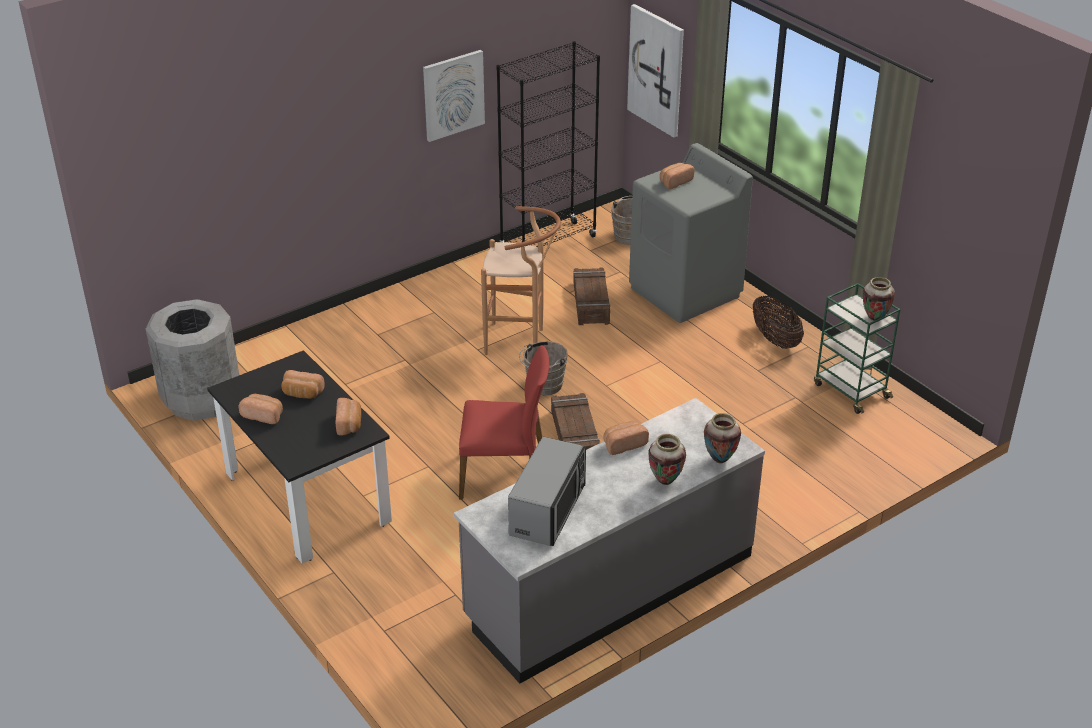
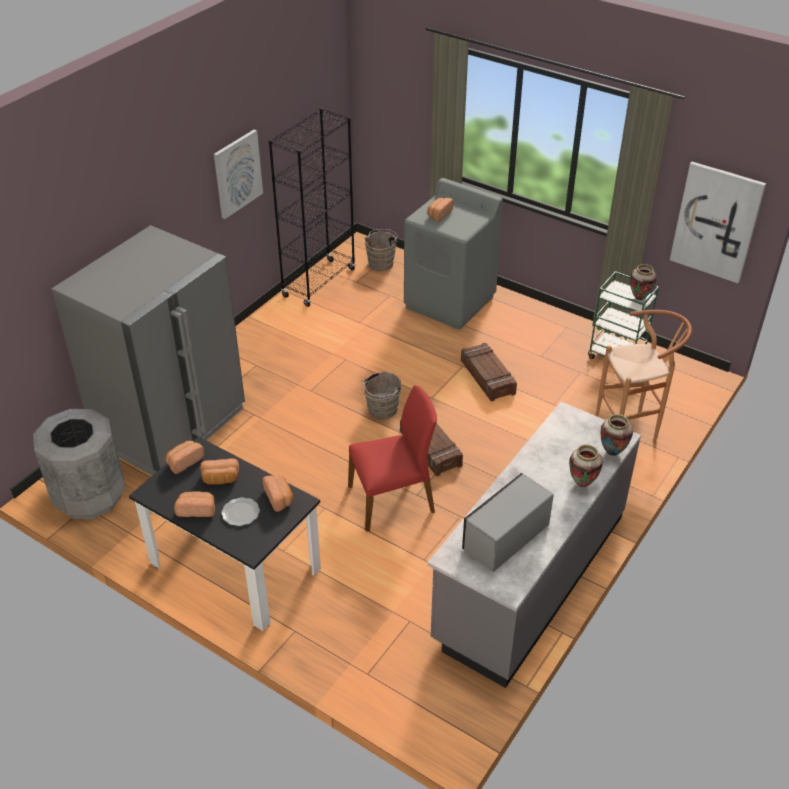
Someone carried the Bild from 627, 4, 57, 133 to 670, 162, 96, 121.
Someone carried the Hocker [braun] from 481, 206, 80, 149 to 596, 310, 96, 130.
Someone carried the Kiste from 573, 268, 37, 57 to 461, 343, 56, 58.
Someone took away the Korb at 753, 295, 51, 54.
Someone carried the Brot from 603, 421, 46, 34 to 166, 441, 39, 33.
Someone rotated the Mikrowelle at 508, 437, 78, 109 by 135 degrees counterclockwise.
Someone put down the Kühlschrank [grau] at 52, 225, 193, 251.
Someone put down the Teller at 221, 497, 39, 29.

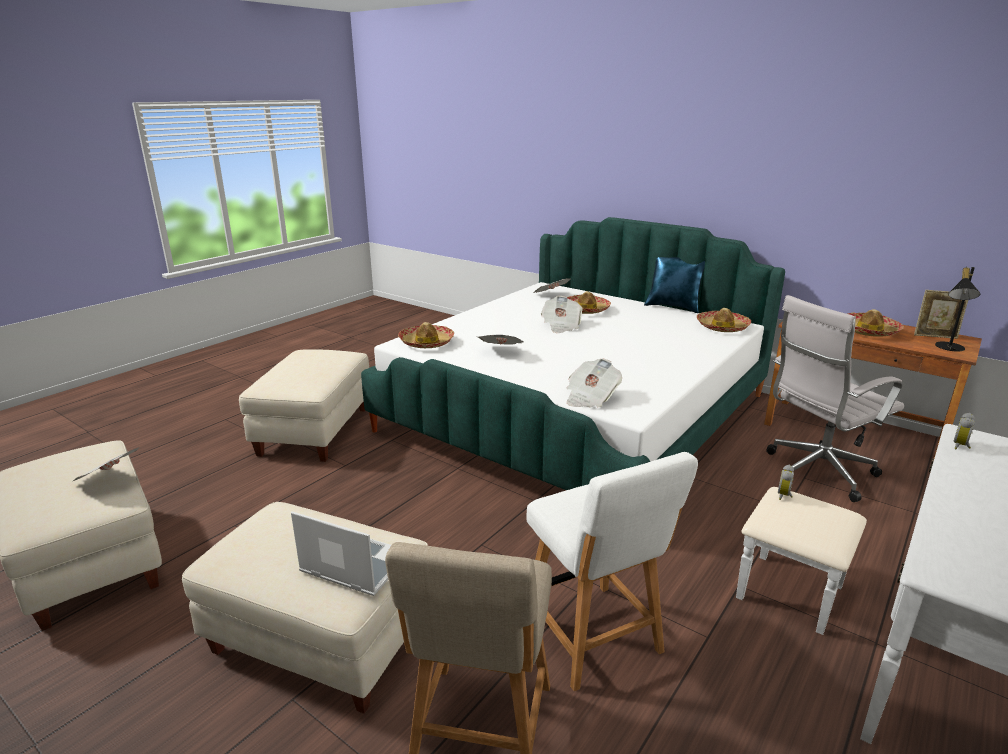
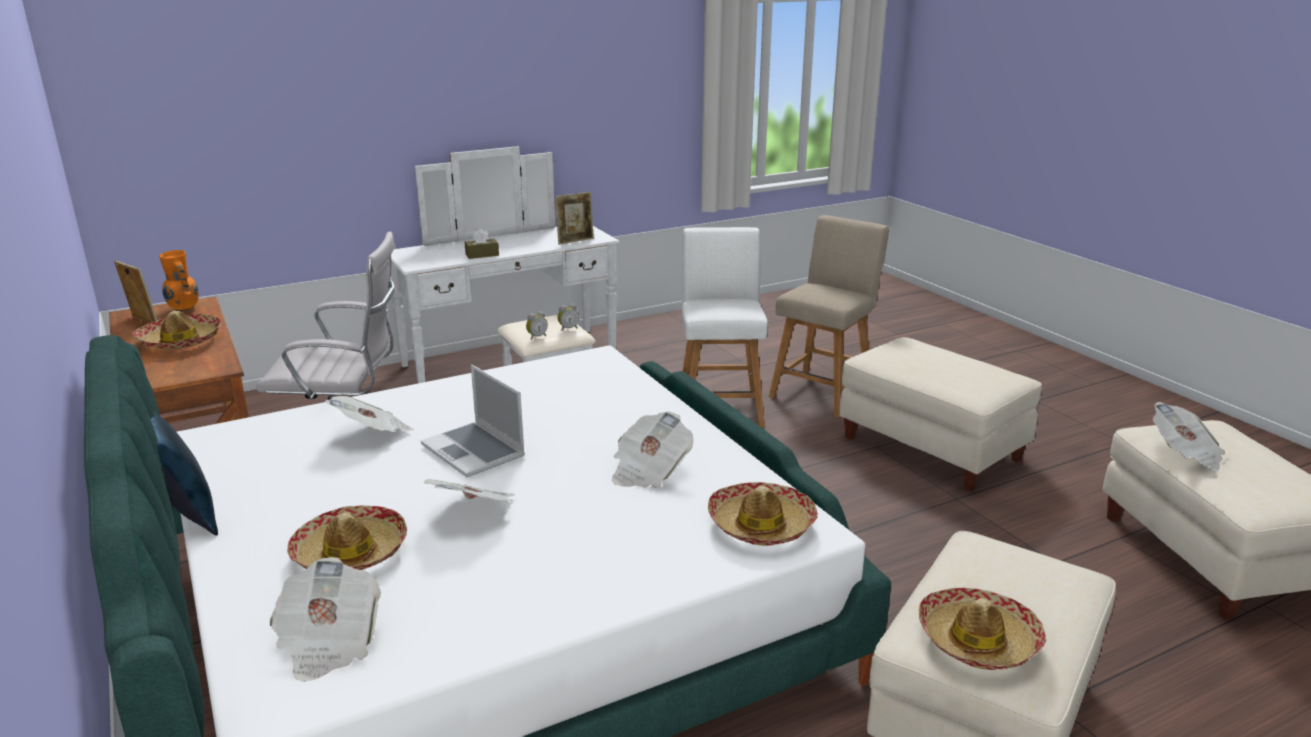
Someone swapped the Tischlampe [schwarz] at 935, 267, 45, 85 for the Vase [orange] at 159, 250, 40, 62.
Someone carried the Hut from 697, 308, 54, 24 to 919, 588, 127, 82.
Someone carried the Zeitung from 567, 359, 55, 48 to 325, 396, 89, 36.
Someone carried the Wecker from 953, 413, 22, 36 to 558, 304, 21, 27.
Someone carried the Laptop from 291, 511, 100, 85 to 421, 365, 104, 112.
Someone put down the Bilderrahmen at 555, 192, 39, 53.
Someone put down the Taschentuchbox [braun] at 465, 229, 34, 30.

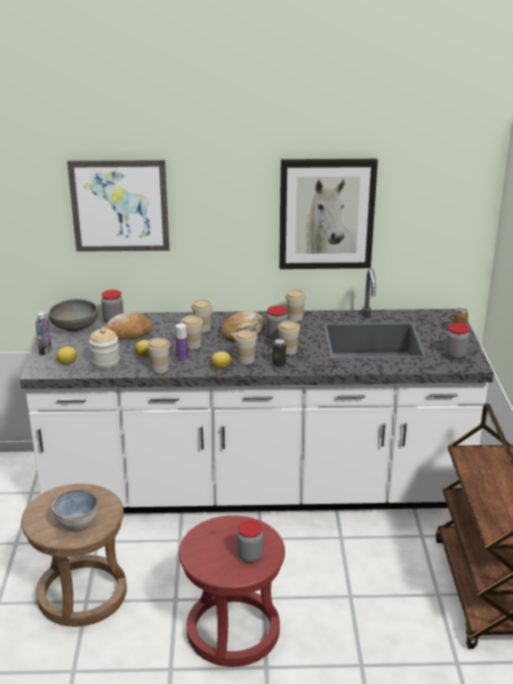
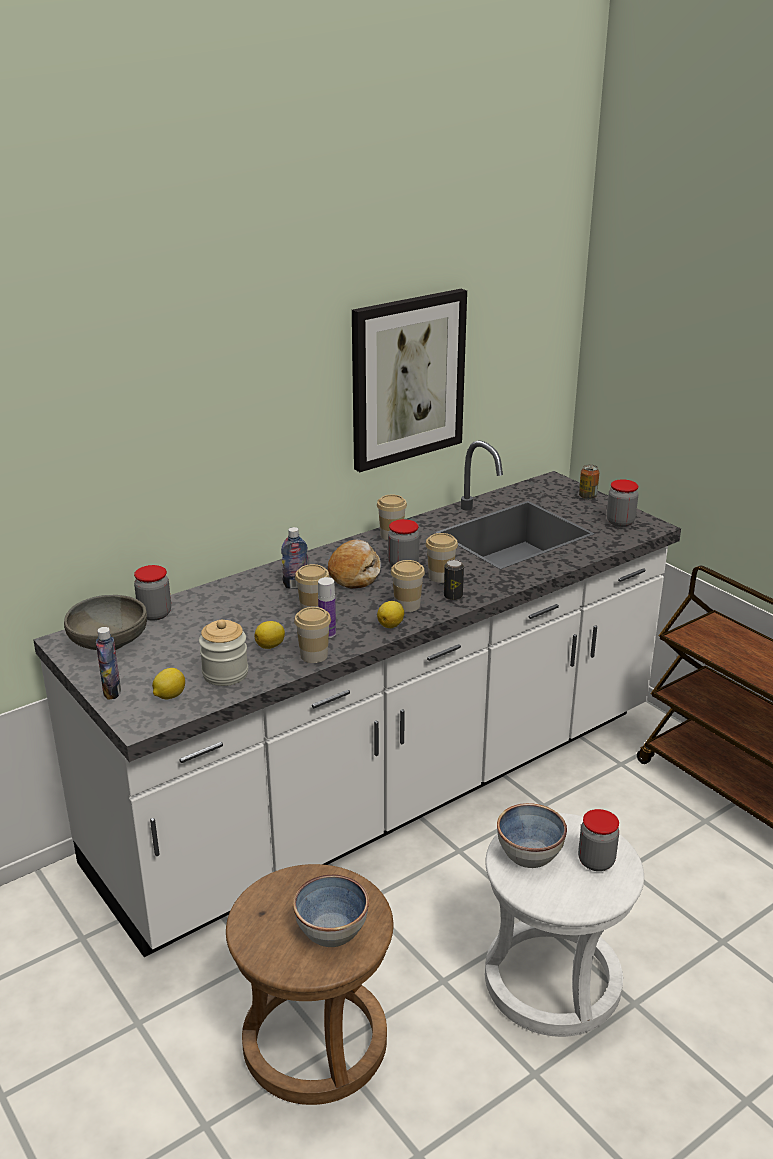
Someone took away the Bild at 67, 160, 102, 92.
Someone swapped the Tasse at 191, 299, 22, 33 for the Flasche at 281, 527, 27, 62.
Someone took away the Brot at 102, 312, 51, 28.
Someone repainted the Hocker [rot] at 179, 515, 106, 152, which became the Hocker [weiß] at 485, 813, 159, 224.
Someone put down the Schüssel at 497, 803, 70, 65.

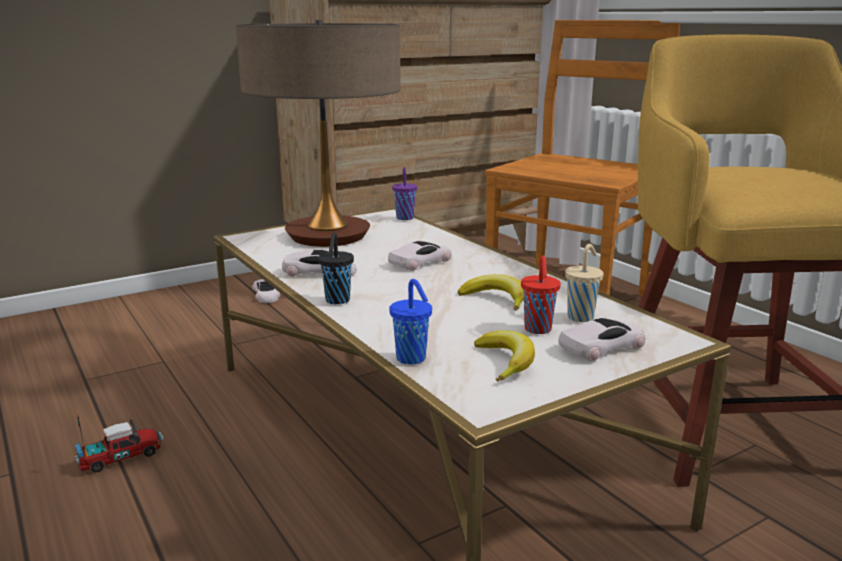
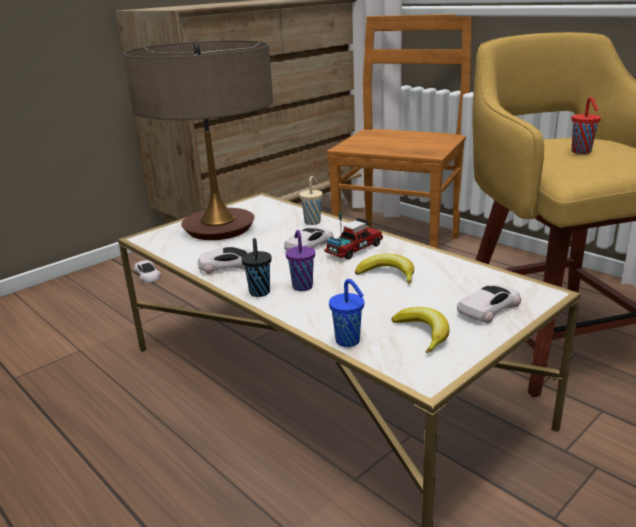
Someone carried the Tasse [lila] from 392, 167, 25, 53 to 286, 230, 29, 61.
Someone carried the Tasse [beige] from 565, 244, 39, 78 to 299, 176, 24, 49.
Someone carried the Tasse [rot] from 521, 256, 40, 78 to 571, 97, 30, 57.
Someone carried the Spielzeuglaster from 74, 414, 90, 59 to 324, 209, 59, 50.

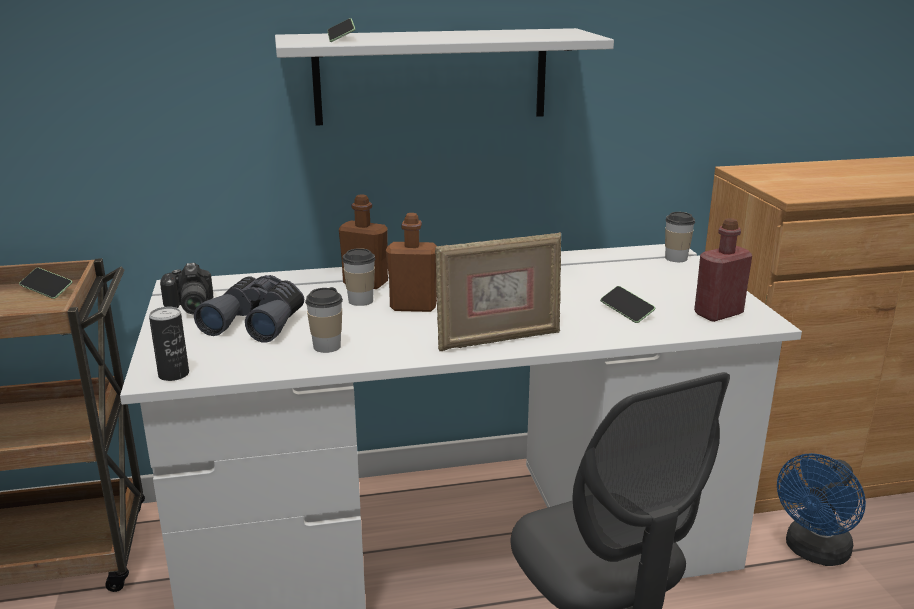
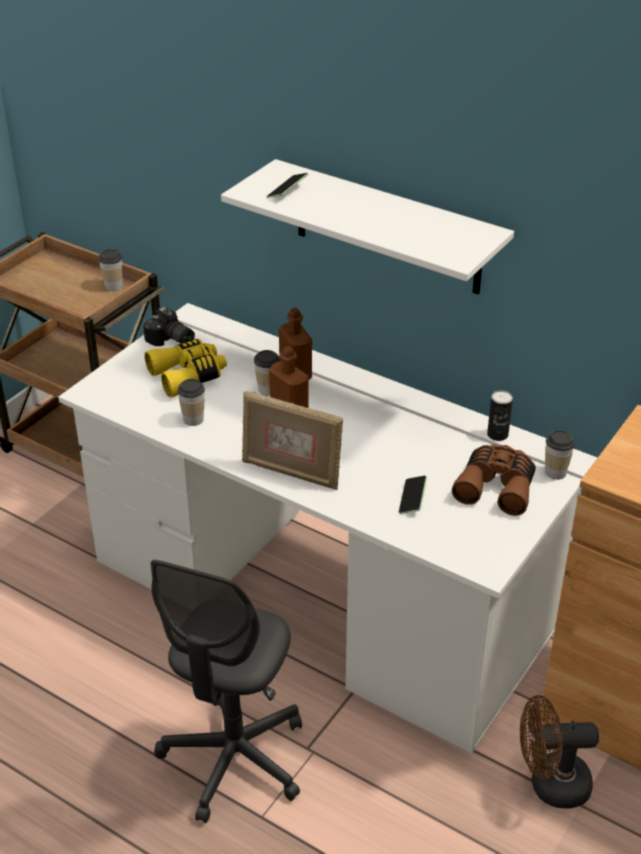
Someone took away the Flasche [rot] at 694, 218, 58, 104.
Someone rotated the Kamera at 160, 263, 53, 51 by 75 degrees counterclockwise.
Someone swapped the Handy at 19, 268, 53, 31 for the Tasse at 98, 249, 25, 42.
Someone repainted the Fernglas [grau] at 194, 275, 110, 68, which became the Fernglas [gelb] at 144, 339, 83, 59.
Someone carried the Dose from 149, 307, 40, 74 to 487, 390, 26, 51.
Someone repainted the Ventilator [blau] at 777, 453, 89, 113, which became the Ventilator [braun] at 520, 695, 79, 114.
Someone put down the Fernglas [braun] at 452, 444, 84, 72.

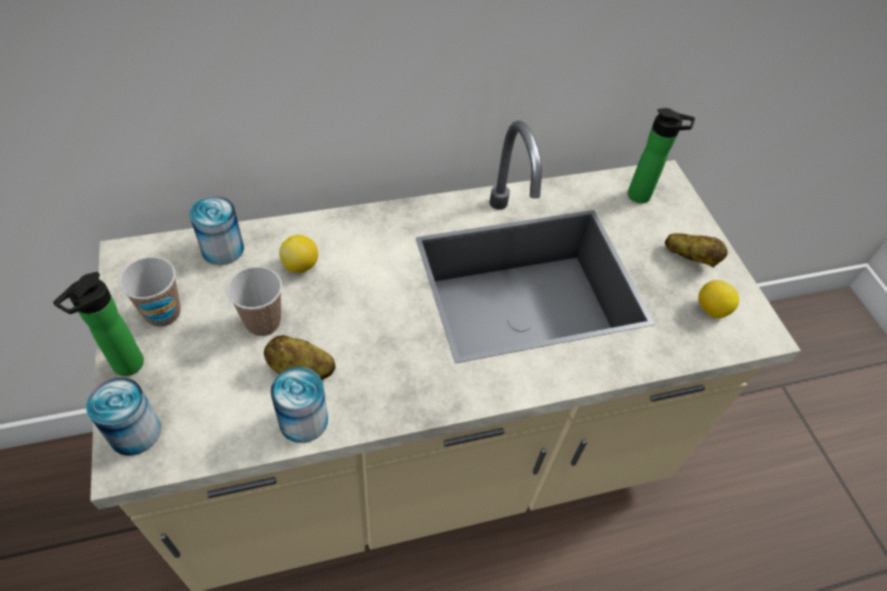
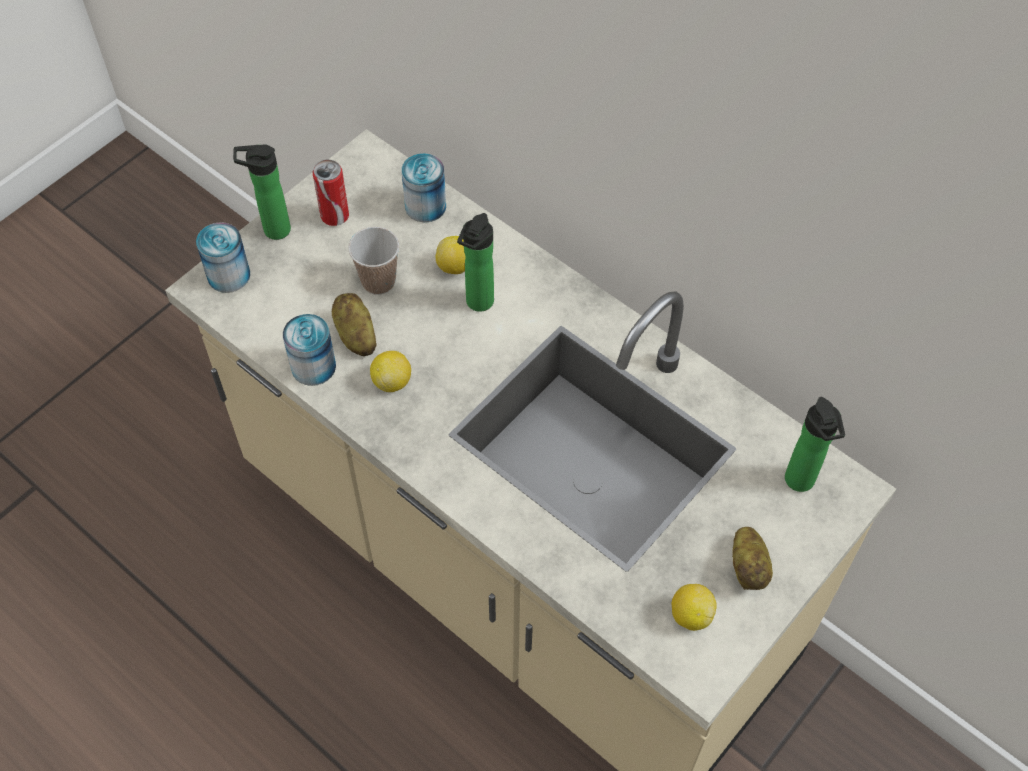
Someone swapped the Tasse at 119, 257, 62, 70 for the Dose at 313, 159, 36, 67.
Someone put down the Flasche at 457, 213, 37, 99.
Someone put down the Zitrone at 370, 351, 41, 41.

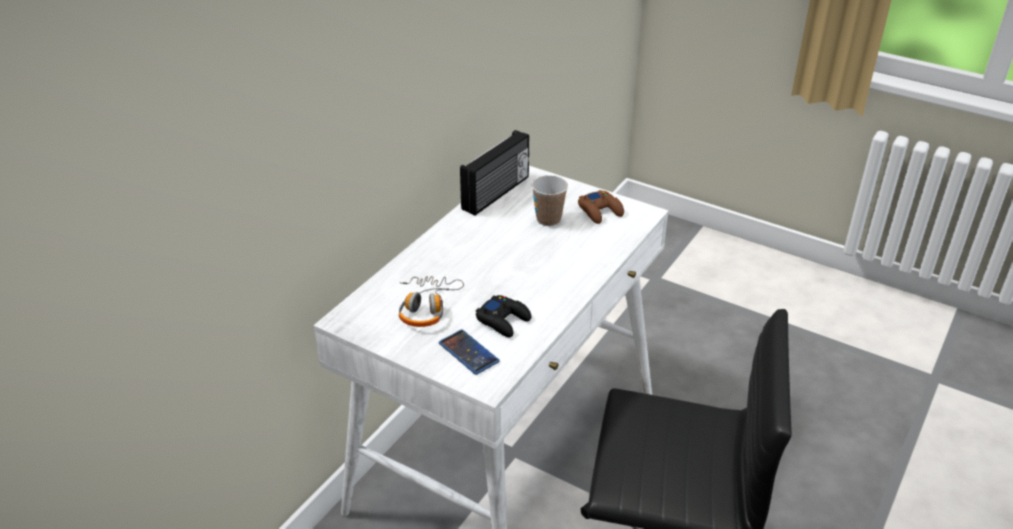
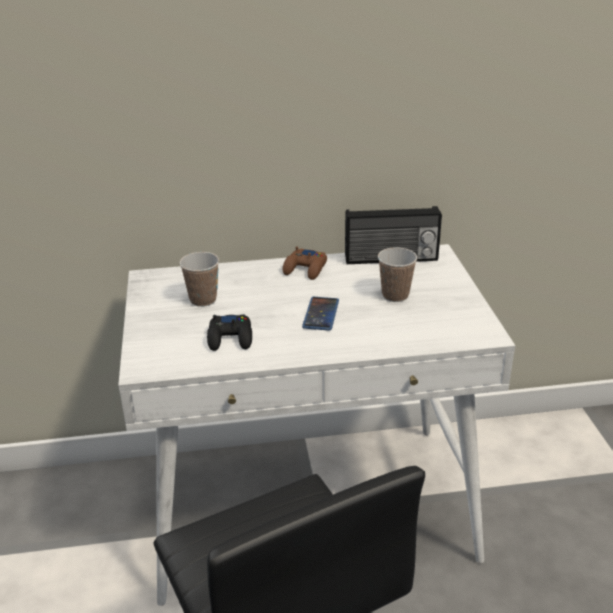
Someone carried the Gamepad [braun] from 578, 190, 46, 34 to 282, 246, 45, 34.
Someone swapped the Kopfhörer at 399, 276, 65, 51 for the Tasse at 180, 252, 39, 55.
Someone carried the Handy from 439, 330, 61, 45 to 302, 297, 37, 34.

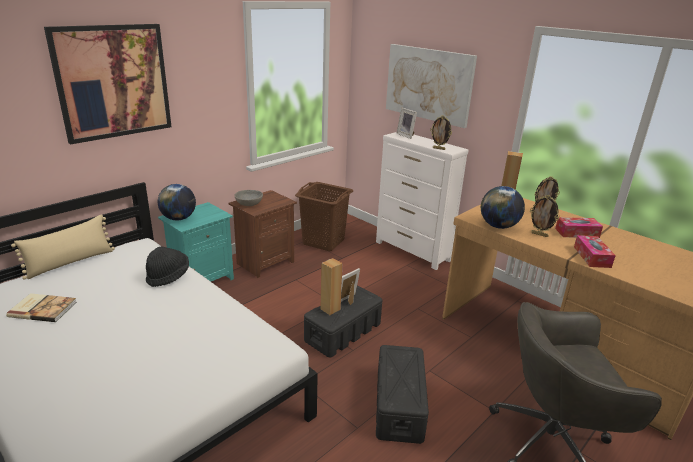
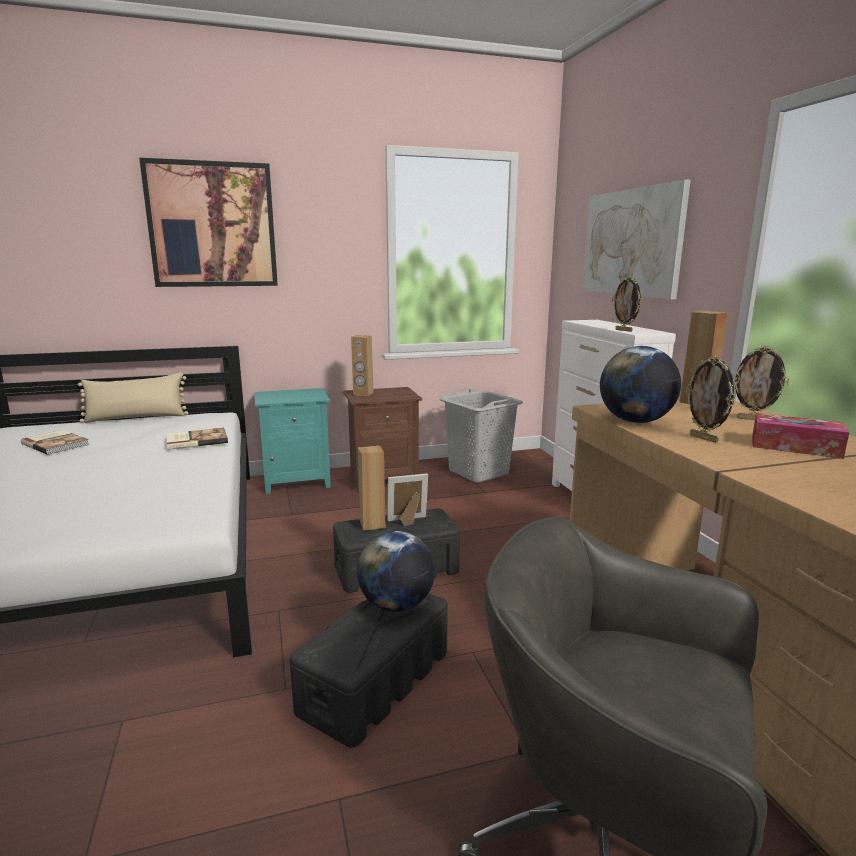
Someone took away the Bilderrahmen at 396, 108, 21, 31.
Someone repainted the Wäschekorb [braun] at 295, 182, 58, 69, which became the Wäschekorb [grau] at 439, 388, 84, 95.
Someone carried the Globus from 158, 184, 38, 36 to 357, 531, 78, 81.
Someone swapped the Schüssel [grau] at 234, 190, 29, 16 for the Lautsprecher [braun] at 351, 335, 22, 61.
Someone took away the Taschentuchbox at 574, 235, 42, 33.
Someone swapped the Hut [schwarz] at 146, 246, 43, 41 for the Buch at 167, 428, 61, 22.

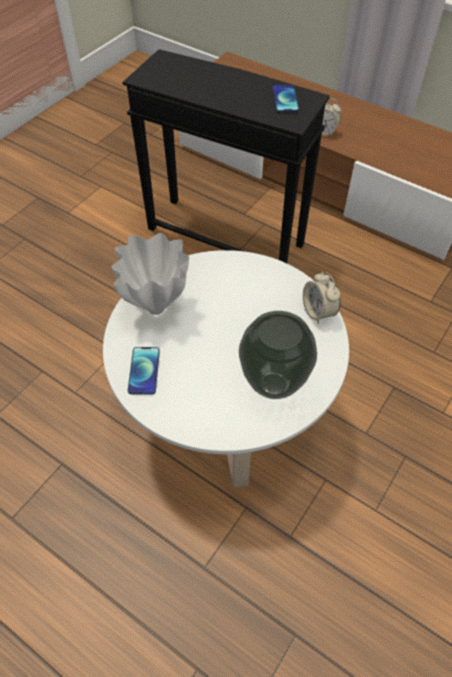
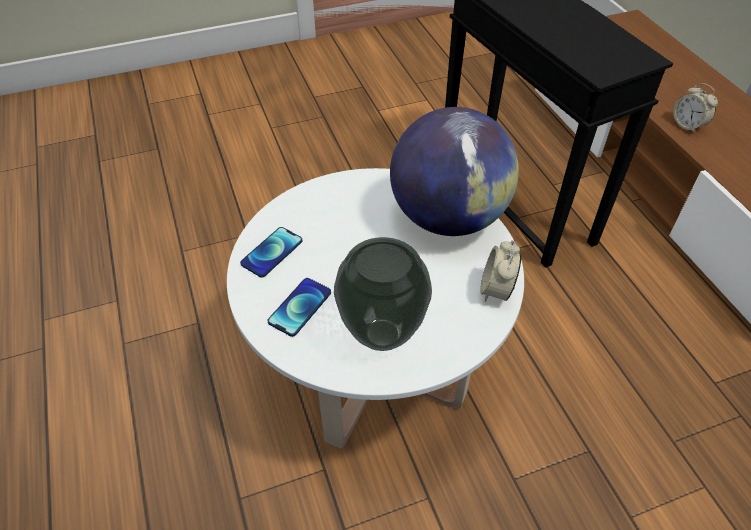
Someone carried the Handy from 272, 85, 27, 28 to 268, 278, 63, 59.
Someone took away the Vase [weiß] at 112, 233, 77, 82.
Someone put down the Globus at 390, 107, 129, 129.

